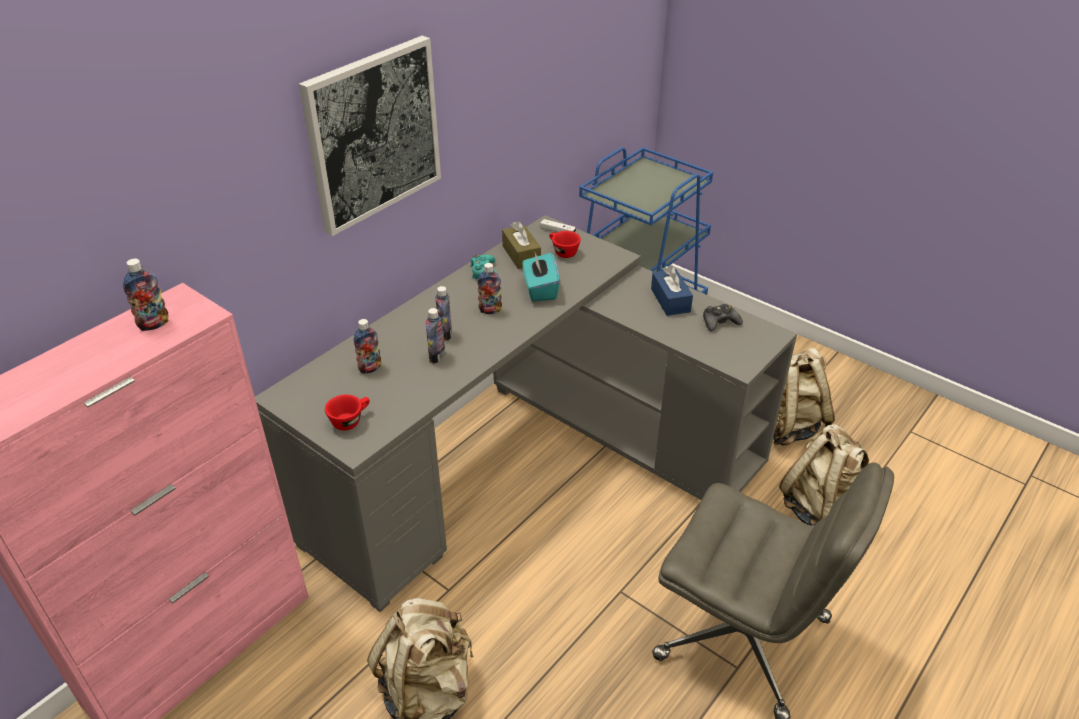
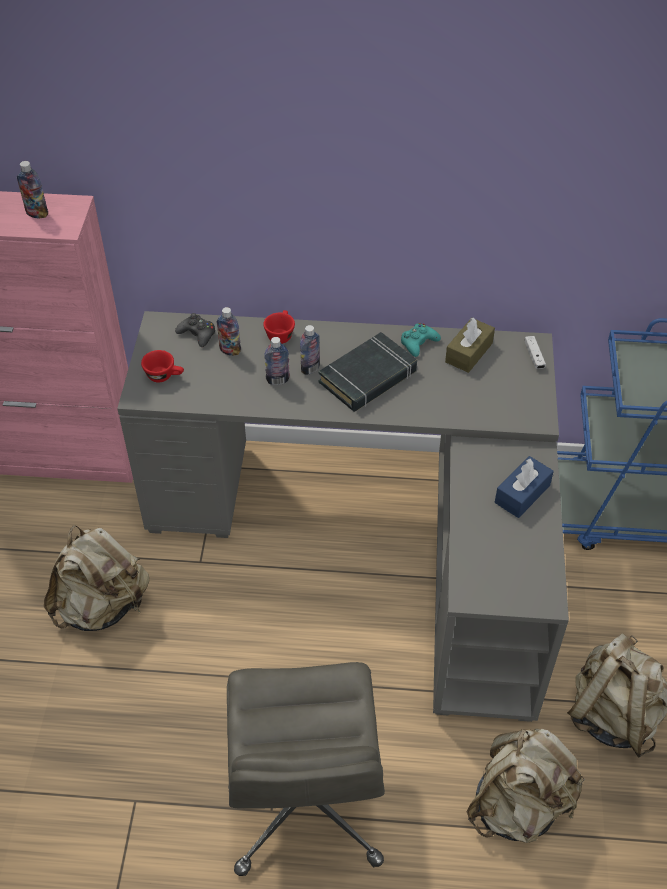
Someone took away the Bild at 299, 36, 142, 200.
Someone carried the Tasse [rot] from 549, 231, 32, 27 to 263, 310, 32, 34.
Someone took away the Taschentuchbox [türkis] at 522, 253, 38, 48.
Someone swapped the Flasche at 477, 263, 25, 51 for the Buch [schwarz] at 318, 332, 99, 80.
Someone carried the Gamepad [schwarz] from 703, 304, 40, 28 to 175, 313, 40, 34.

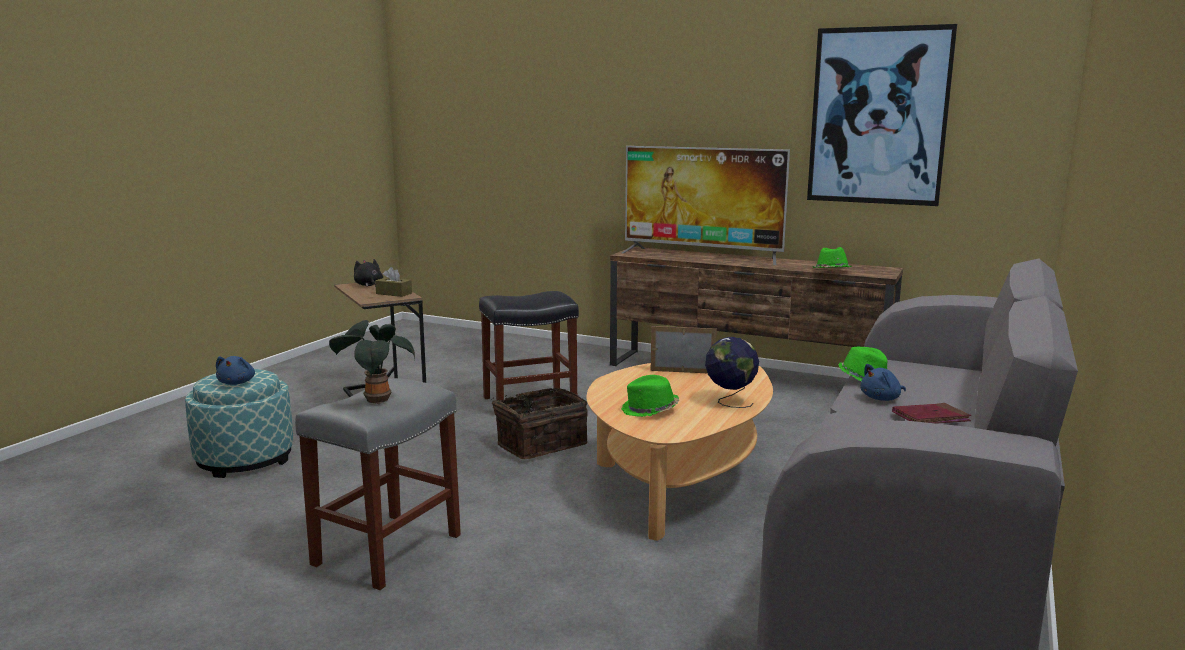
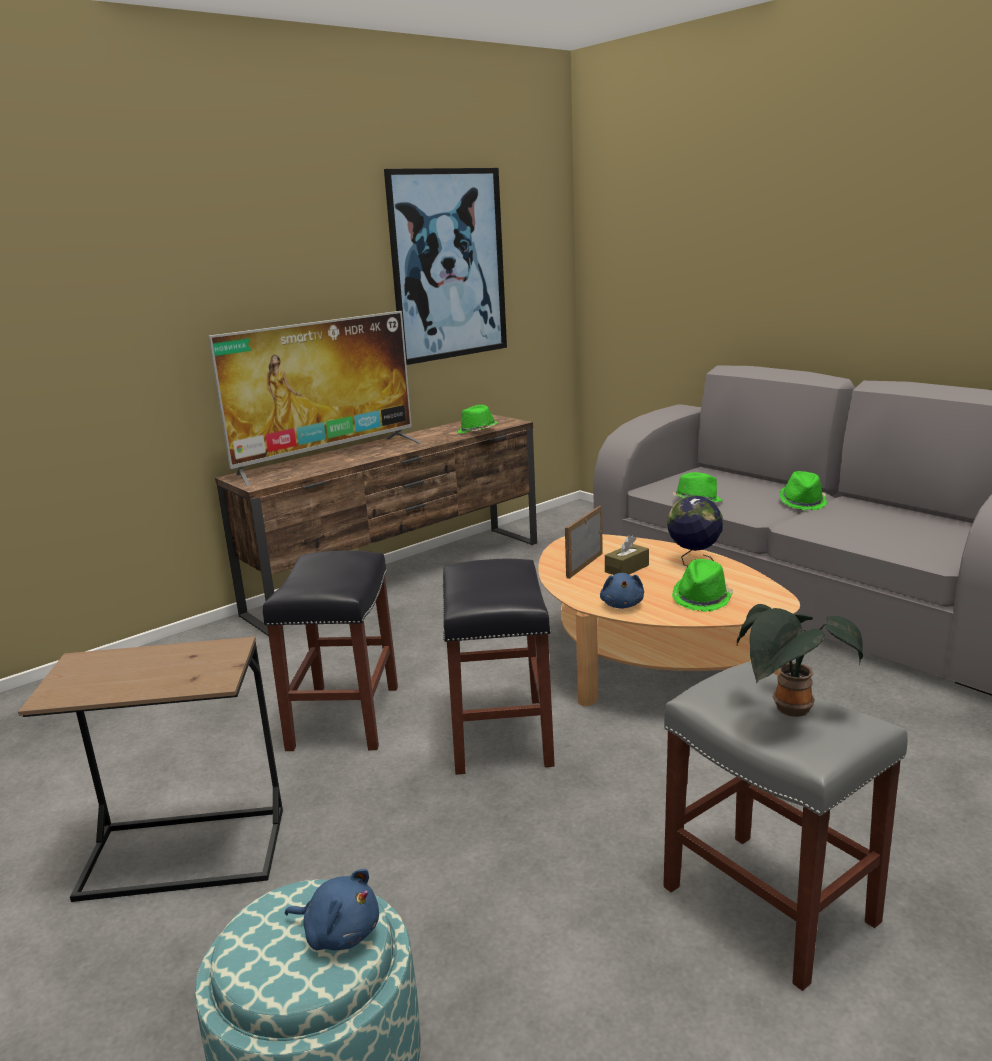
Someone took away the Plüschtier [schwarz] at 354, 259, 29, 28.
Someone carried the Taschentuchbox [braun] from 375, 267, 37, 30 to 605, 535, 44, 40.
Someone carried the Plüschtier [blau] from 860, 364, 46, 37 to 600, 573, 44, 36.
Someone swapped the Korb at 492, 388, 96, 71 for the Hocker [schwarz] at 443, 559, 112, 216.
Someone swapped the Buch [rot] at 892, 403, 79, 21 for the Hut [grün] at 780, 471, 47, 39.

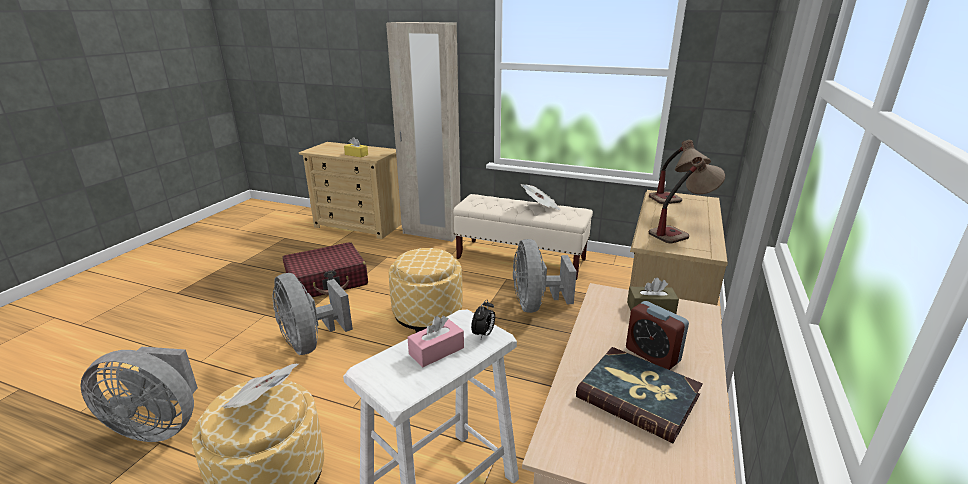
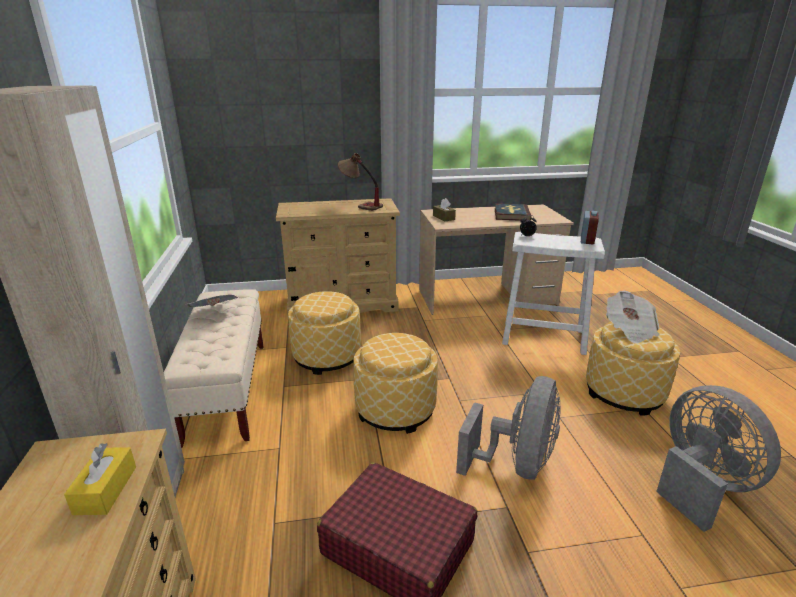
Someone took away the Tischlampe at 649, 140, 62, 64.
Someone swapped the Ventilator [grau] at 513, 239, 64, 74 for the Polsterhocker at 288, 291, 73, 84.
Someone carried the Wecker from 626, 301, 63, 69 to 581, 211, 18, 34.
Someone took away the Taschentuchbox [rosa] at 407, 316, 57, 51.

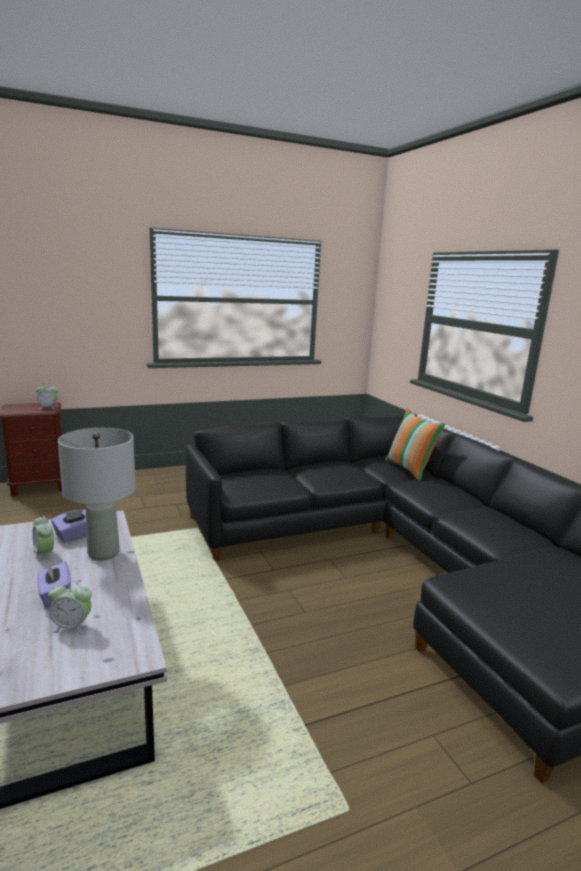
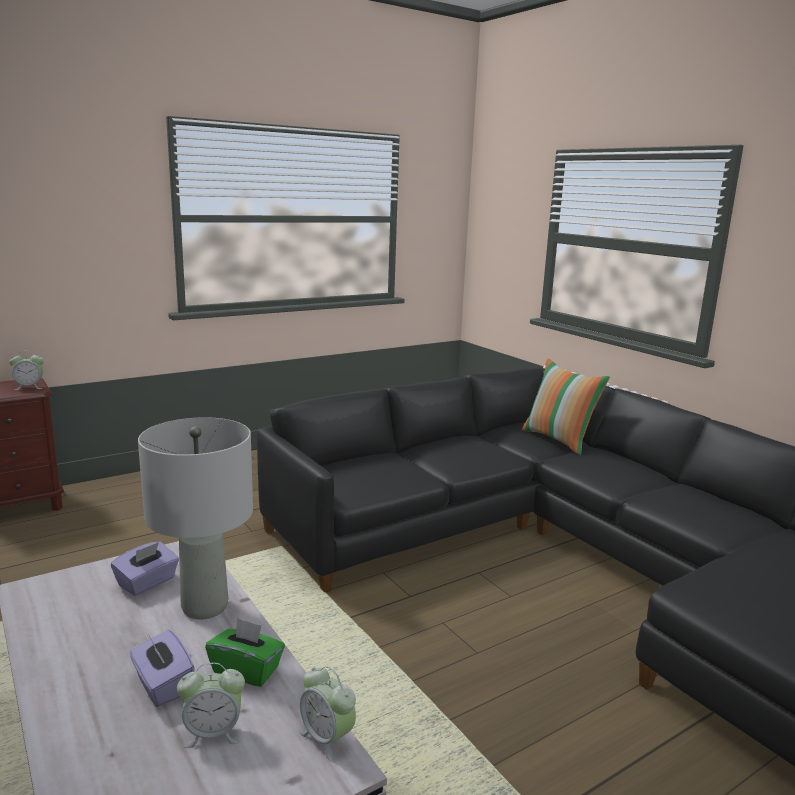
Someone carried the Wecker from 32, 515, 22, 48 to 299, 666, 57, 96.
Someone put down the Taschentuchbox [grün] at 205, 618, 80, 69.

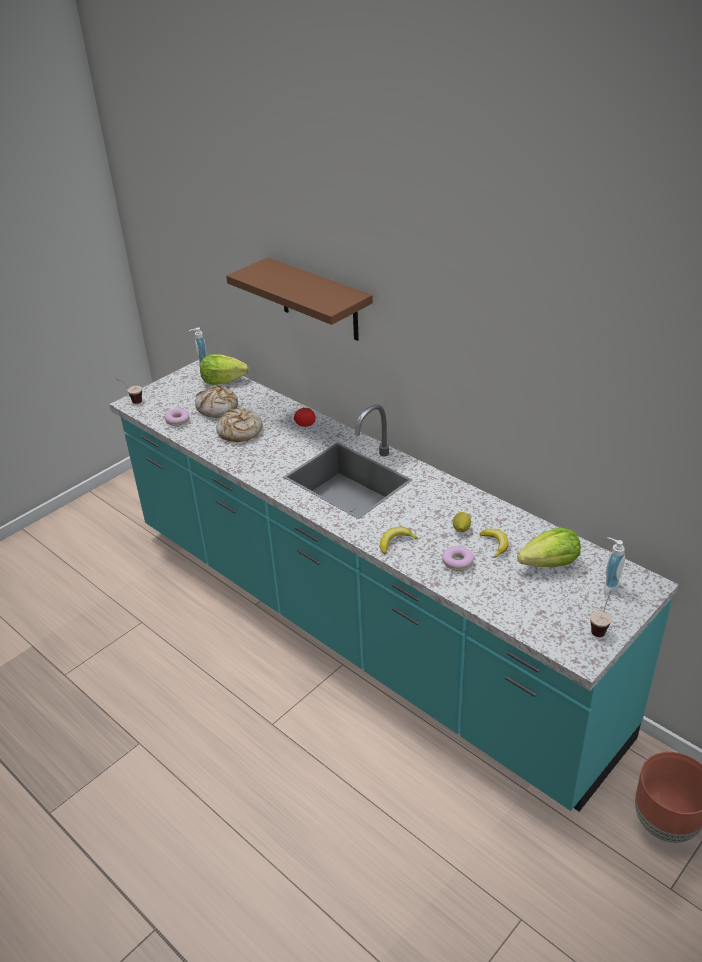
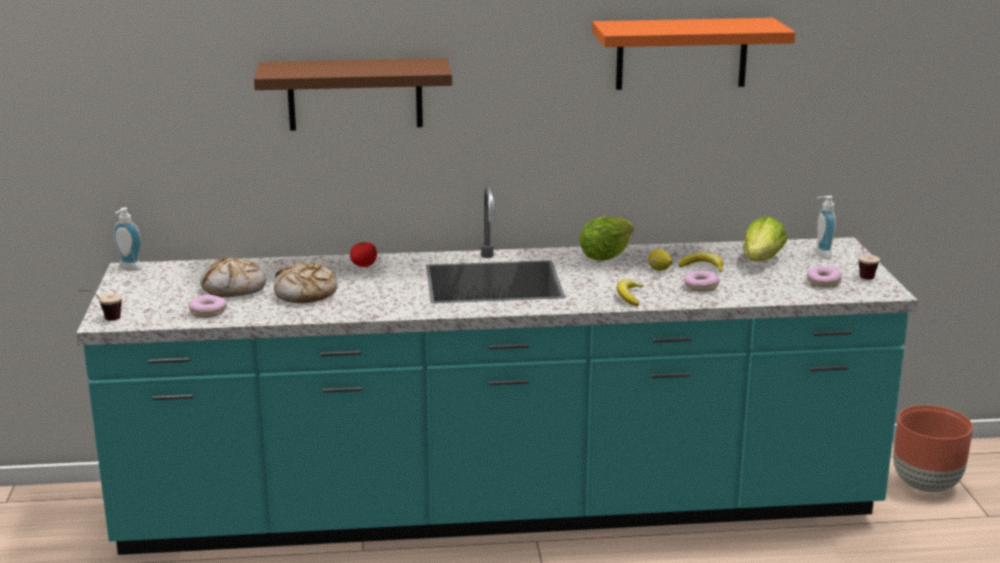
Someone carried the Salatkopf from 200, 354, 49, 31 to 579, 217, 55, 44.
Someone put up the Wandregal [orange] at 592, 18, 203, 72.
Someone put down the Donut at 807, 266, 35, 21.

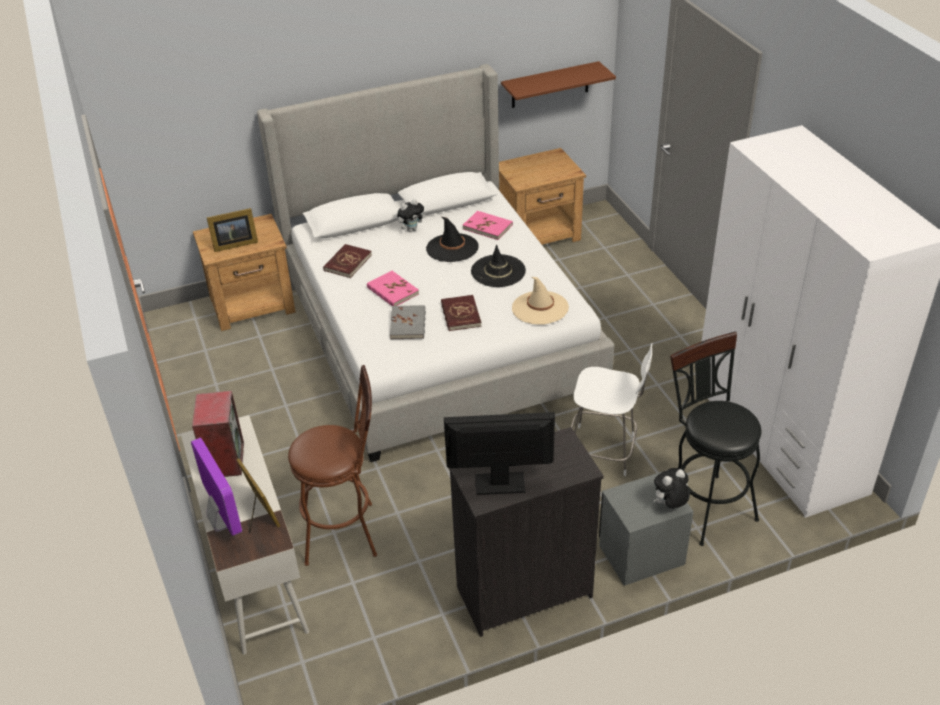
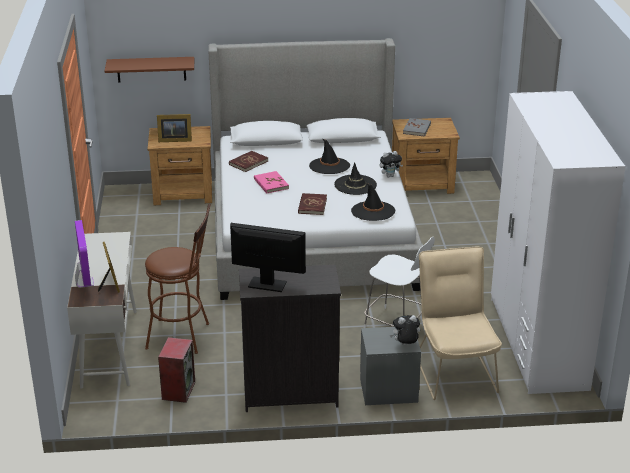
Someone carried the Wandregal [braun] from 501, 61, 115, 47 to 105, 57, 89, 26.
Someone carried the Plüschtier from 397, 199, 28, 33 to 380, 151, 23, 27.
Someone took away the Buch [rosa] at 463, 211, 50, 29.
Someone repainted the Hut [beige] at 512, 277, 57, 47, which became the Hut [schwarz] at 351, 183, 44, 38.
Someone carried the Buch [grau] from 390, 305, 36, 34 to 403, 118, 28, 19.
Someone swapped the Hocker [schwarz] at 670, 332, 91, 214 for the Stuhl [beige] at 419, 247, 83, 153.
Someone carried the Lautsprecher from 192, 391, 52, 86 to 158, 337, 37, 66.

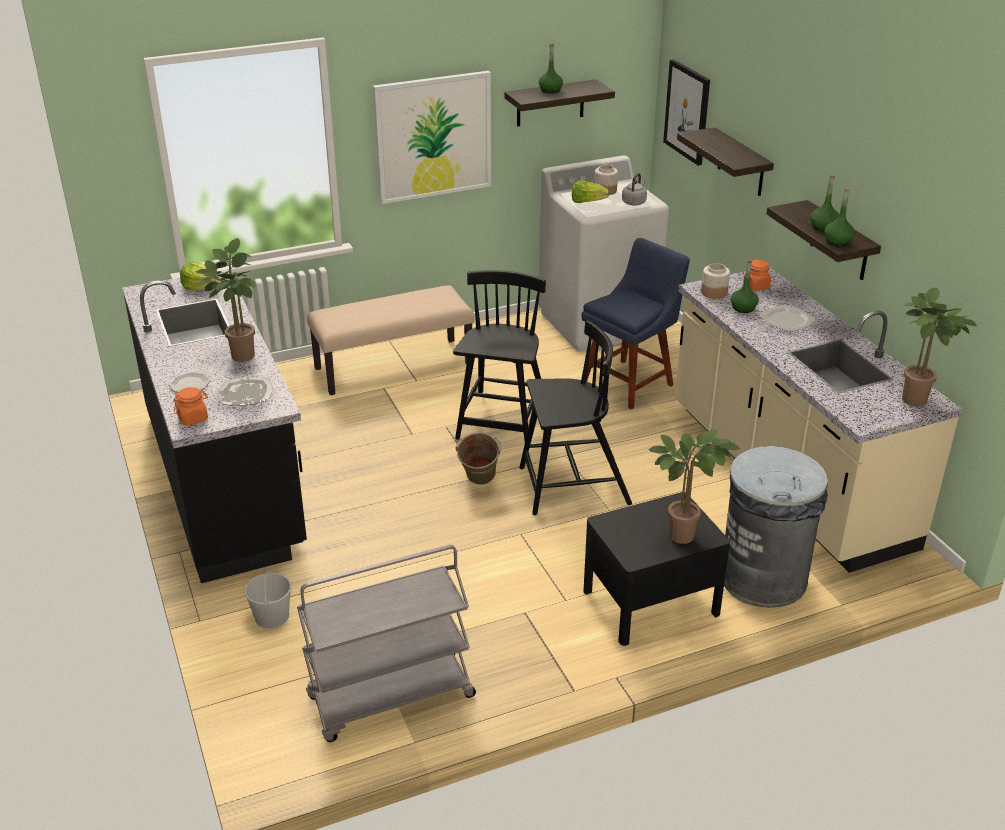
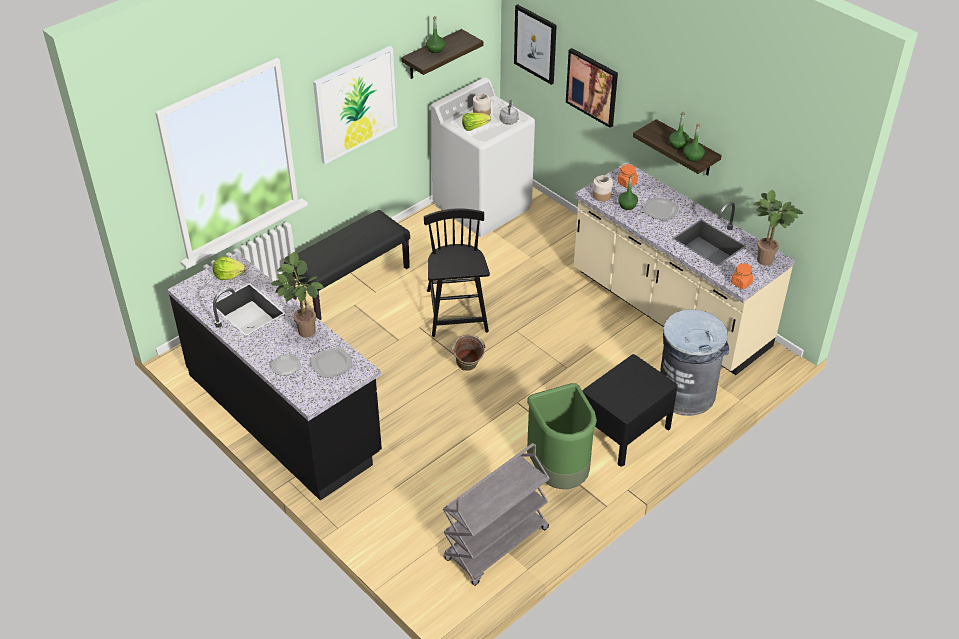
Someone swapped the Wandregal at 677, 127, 97, 69 for the Bild at 566, 48, 52, 80.
Someone took away the Stuhl [blau] at 581, 238, 109, 172.
Someone repainted the Bank [beige] at 307, 285, 167, 110, which became the Bank [schwarz] at 284, 210, 126, 110.
Someone took away the Stuhl [schwarz] at 519, 321, 113, 194.
Someone carried the Vorratsglas [orange] from 173, 387, 35, 39 to 731, 263, 22, 26.
Someone took away the Topfpflanze at 649, 429, 91, 115.
Someone took away the Eimer [weiß] at 244, 568, 47, 61.
Someone put down the Mülleimer [grün] at 527, 383, 70, 106.

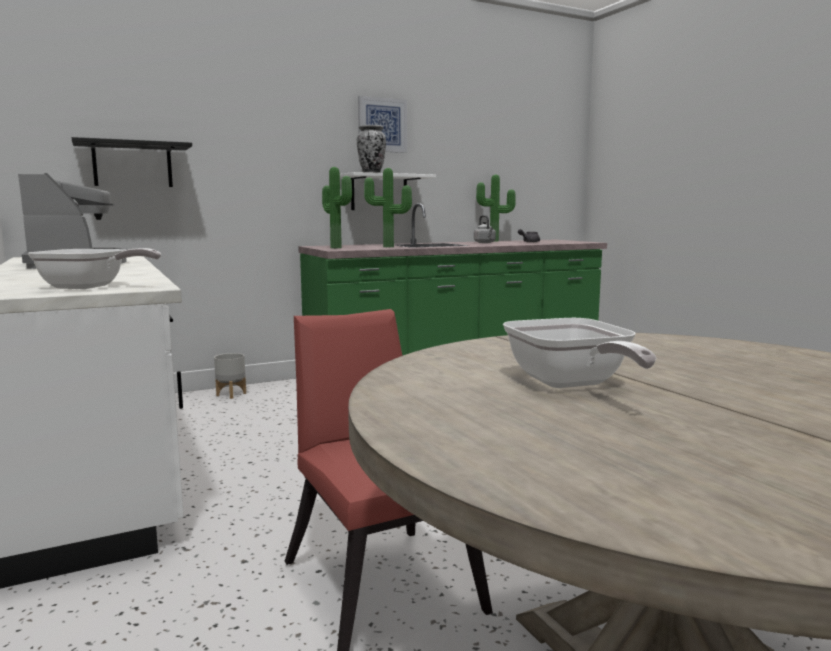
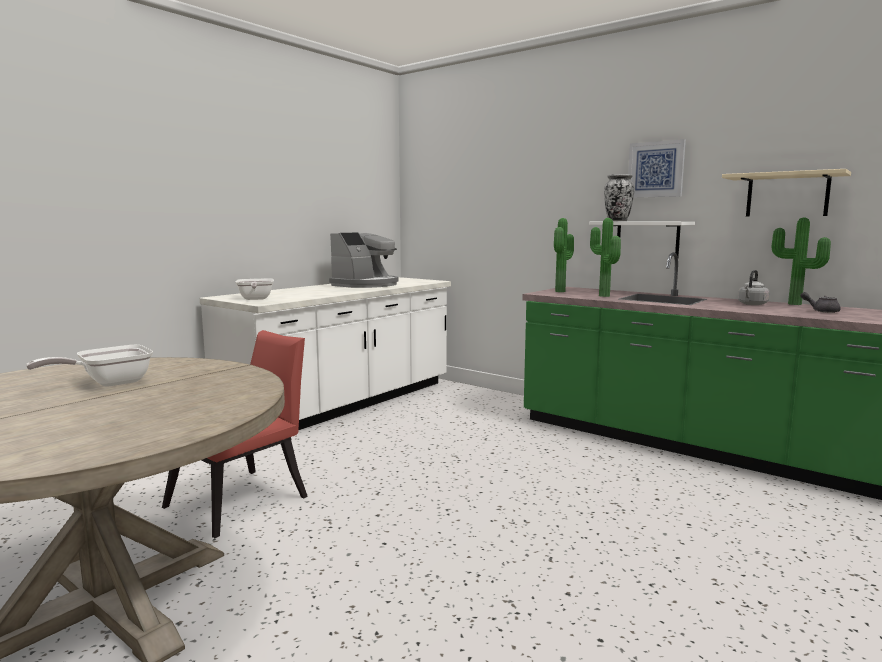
Someone took away the Wandregal [schwarz] at 72, 137, 120, 50.
Someone took away the Pflanzkübel [grau] at 214, 353, 32, 46.
Someone put up the Wandregal [beige] at 722, 169, 129, 47.

